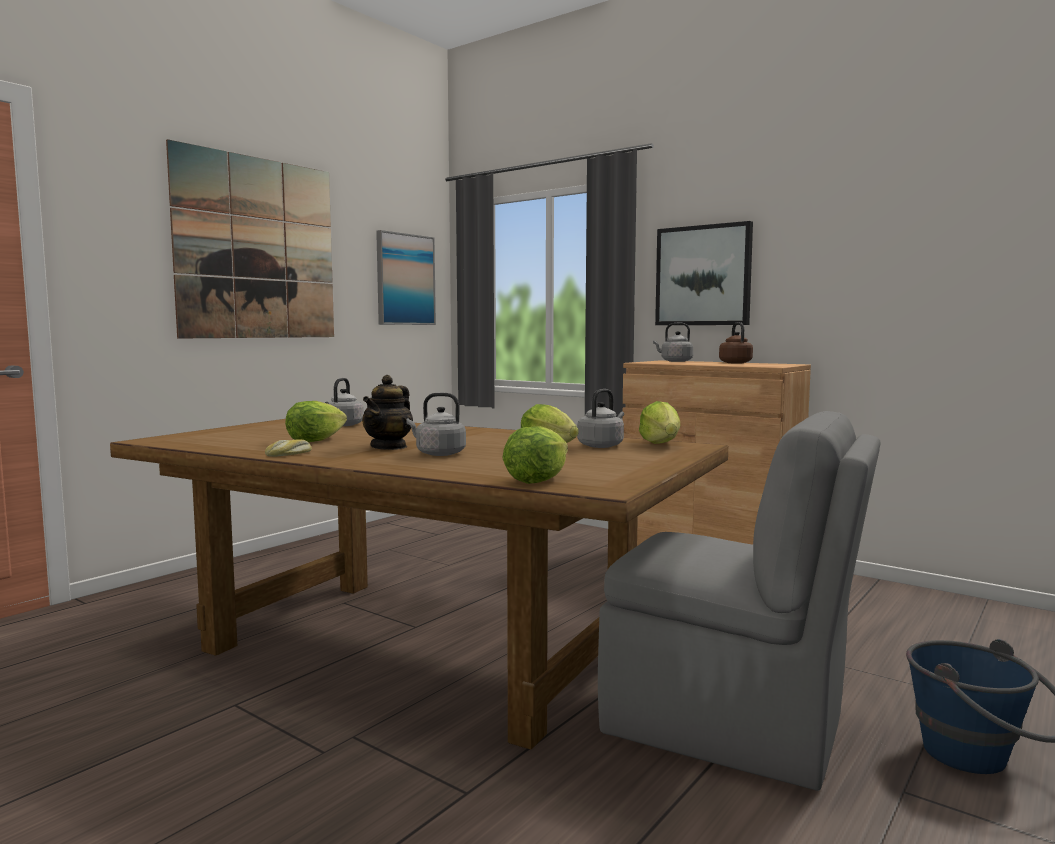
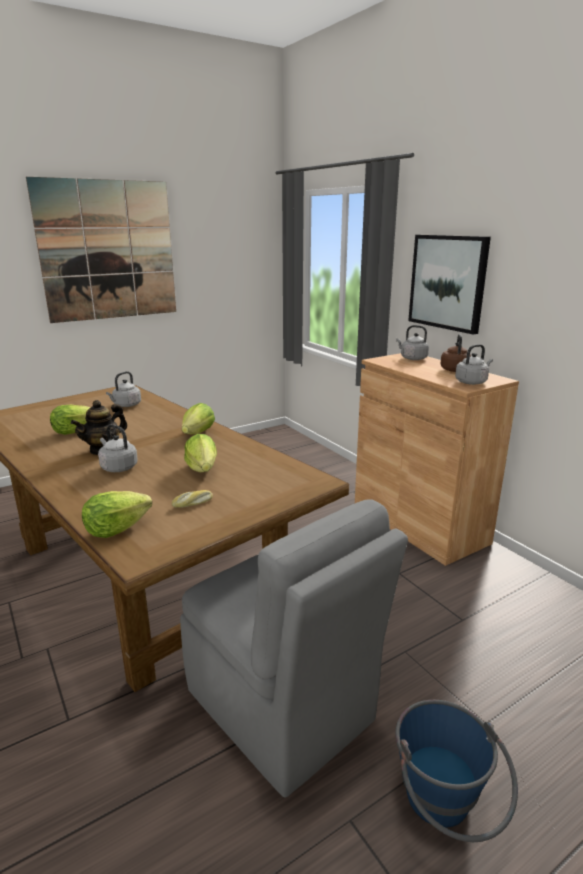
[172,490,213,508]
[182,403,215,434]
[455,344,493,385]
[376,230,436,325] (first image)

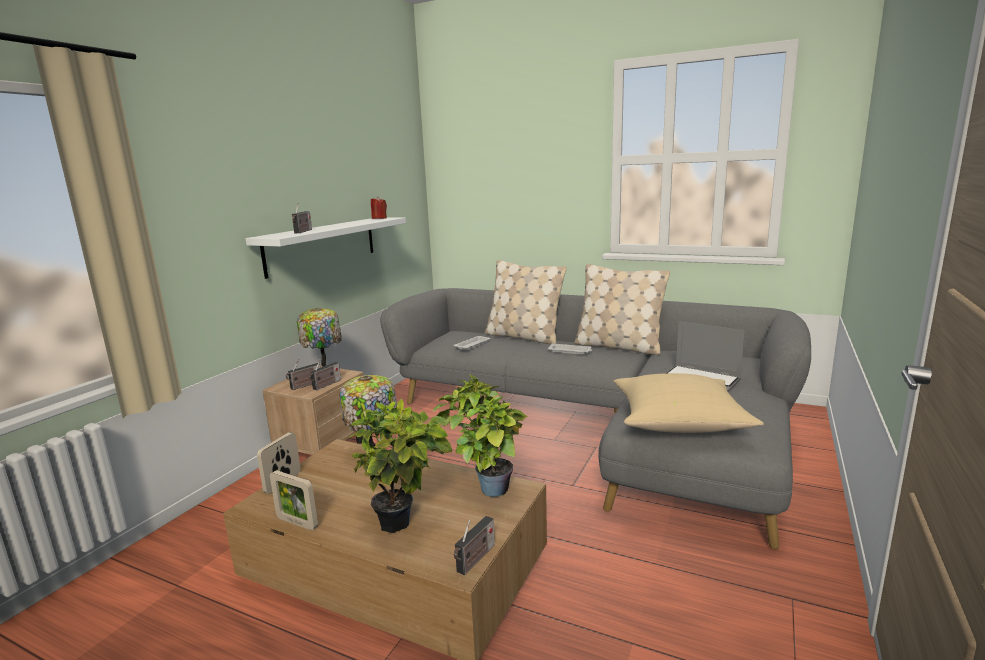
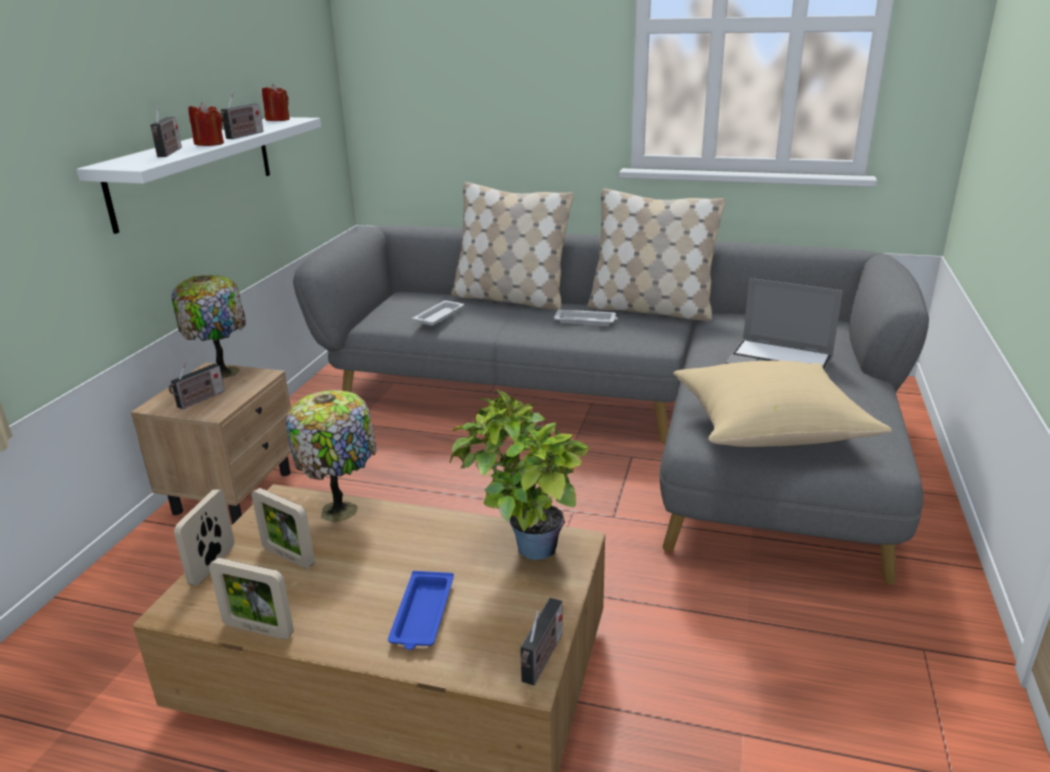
[188,102,224,146]
[220,91,264,139]
[251,488,315,569]
[388,571,454,650]

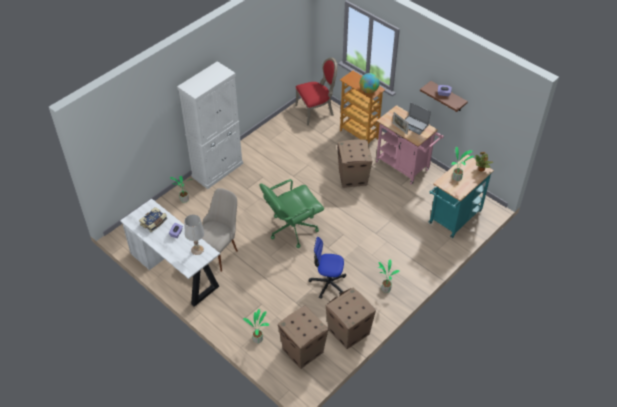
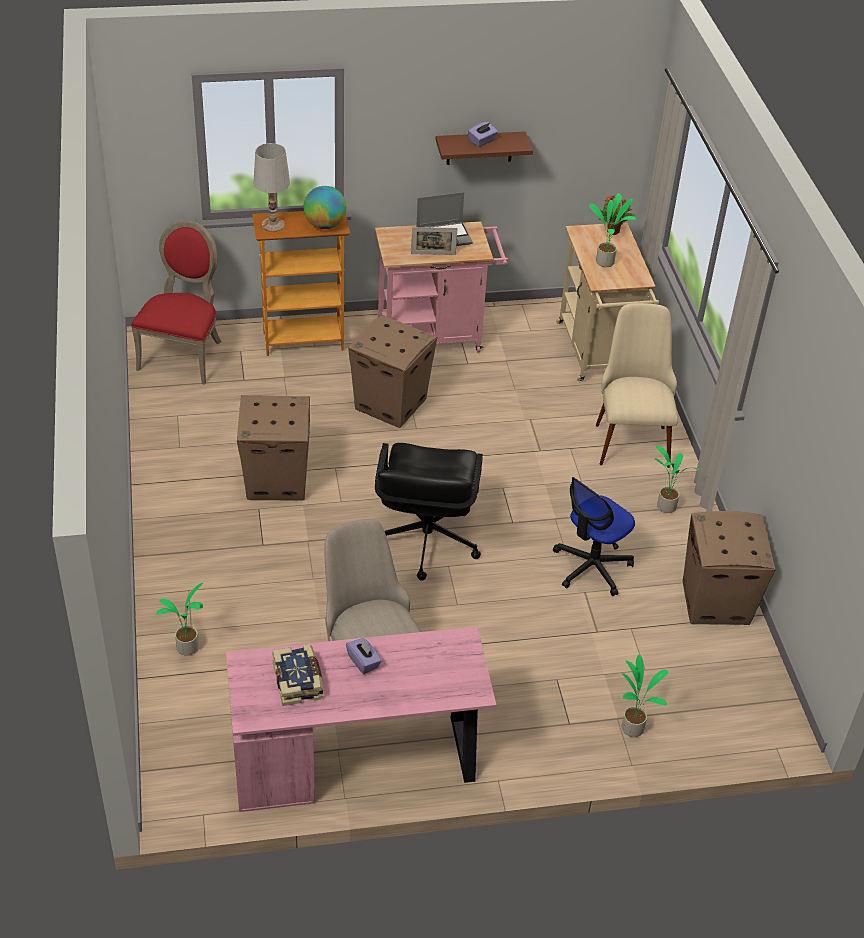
[226,626,496,812]
[237,395,310,501]
[253,143,290,232]
[375,443,483,580]
[556,222,659,382]
[596,303,678,468]
[177,61,243,189] (first image)

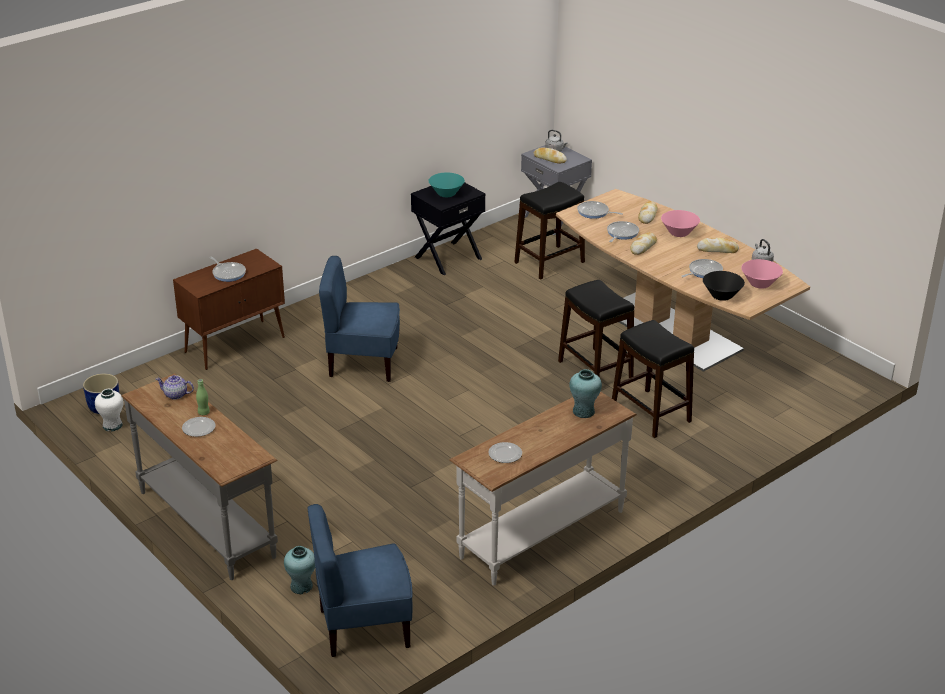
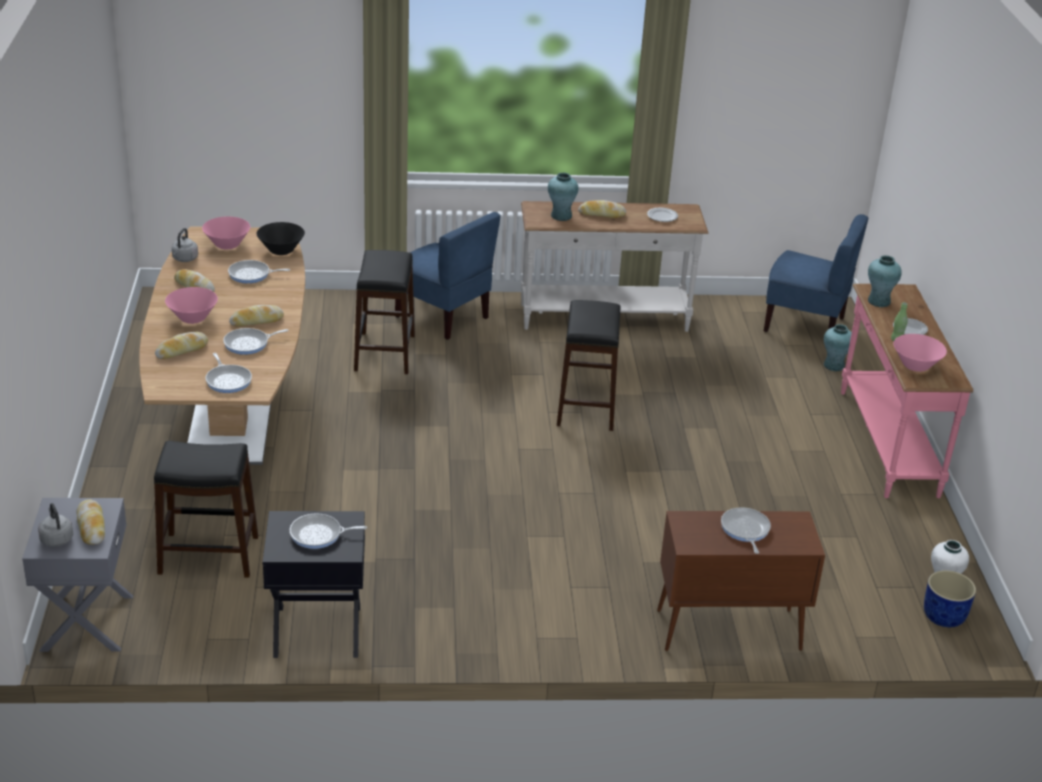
[290,513,367,549]
[395,212,501,340]
[557,300,621,431]
[578,200,626,218]
[841,284,973,498]
[868,255,902,307]
[893,334,947,372]

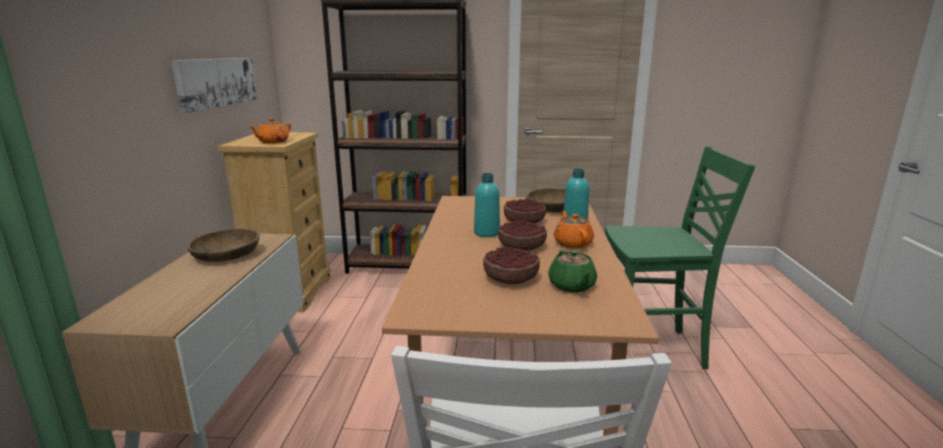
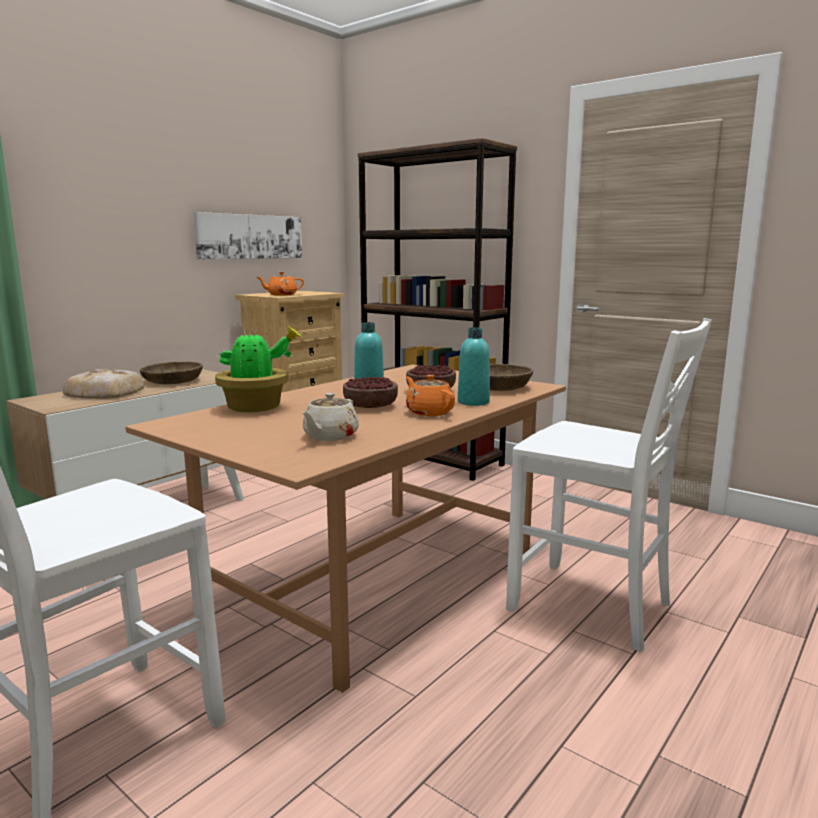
[63,369,145,399]
[215,326,301,412]
[303,393,359,441]
[406,375,455,416]
[506,318,711,652]
[483,246,540,284] (first image)

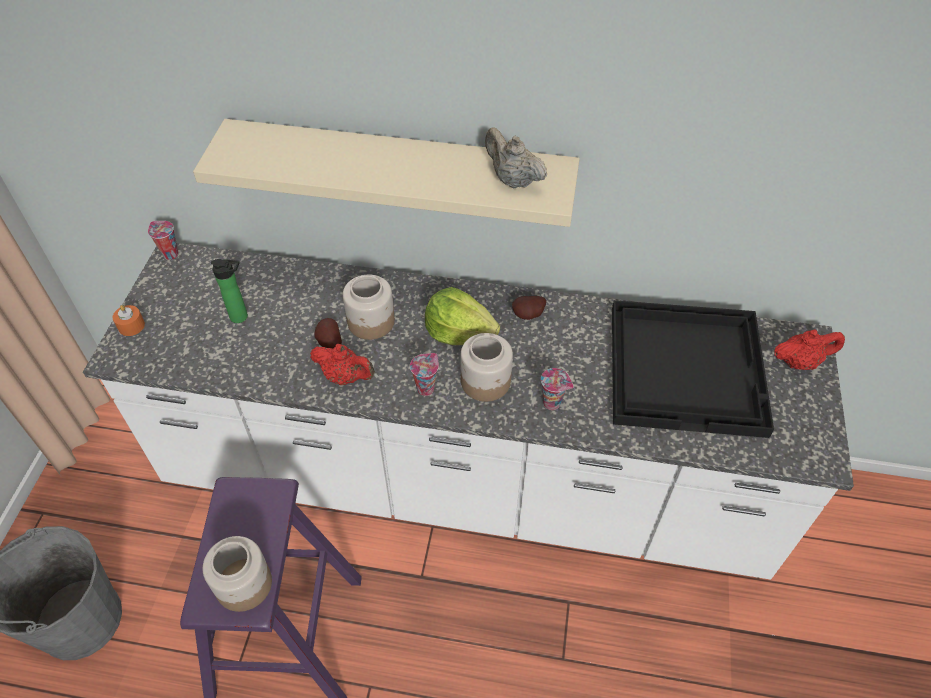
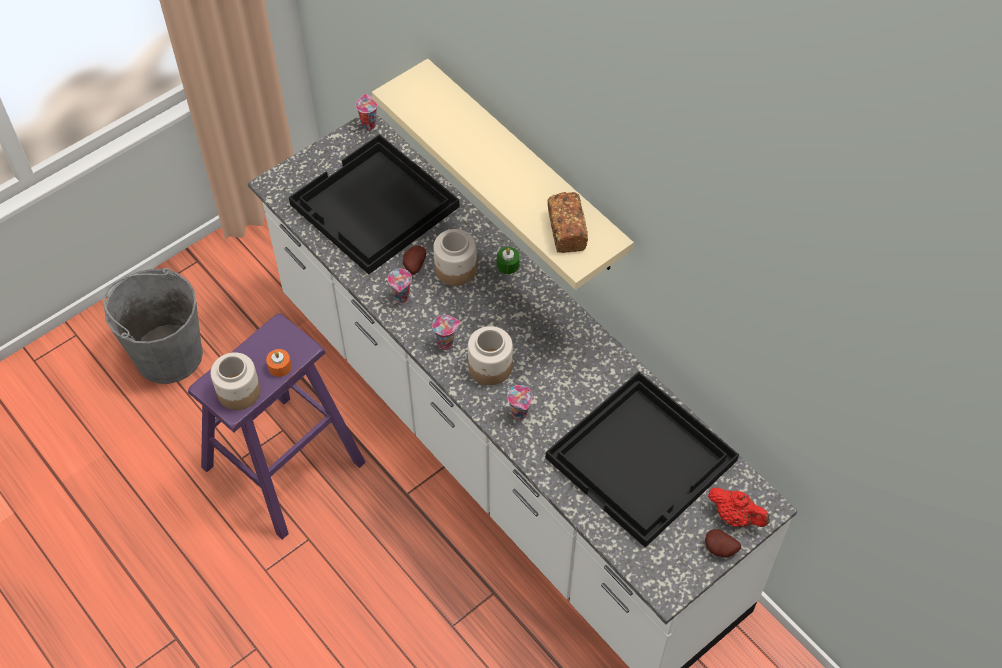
[266,349,292,377]
[289,134,460,274]
[388,269,412,303]
[497,247,520,274]
[547,192,588,253]
[705,529,741,558]
[425,287,500,345] (first image)

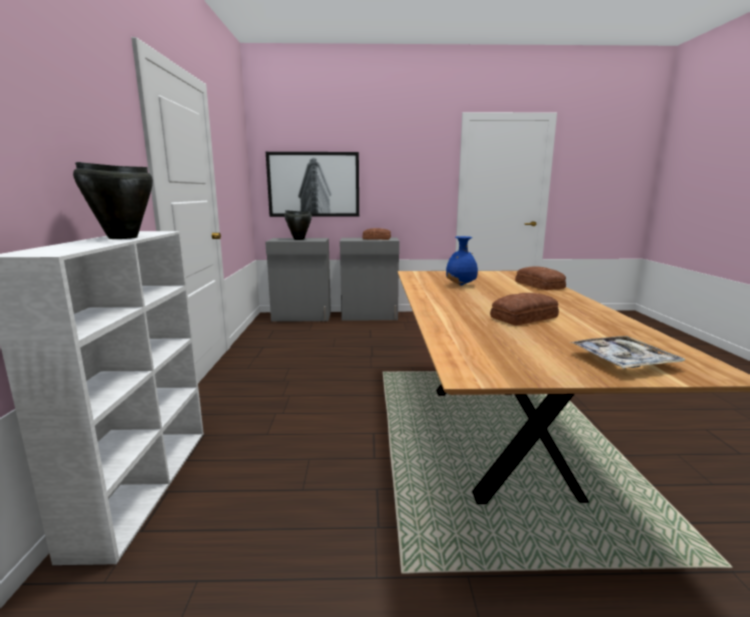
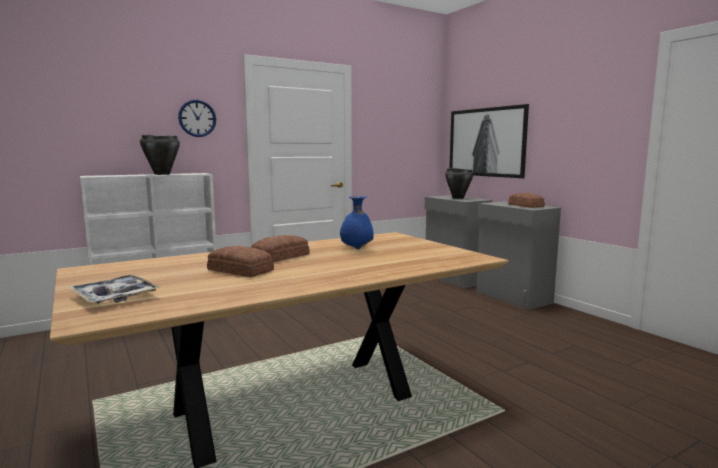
[178,99,216,137]
[251,235,310,263]

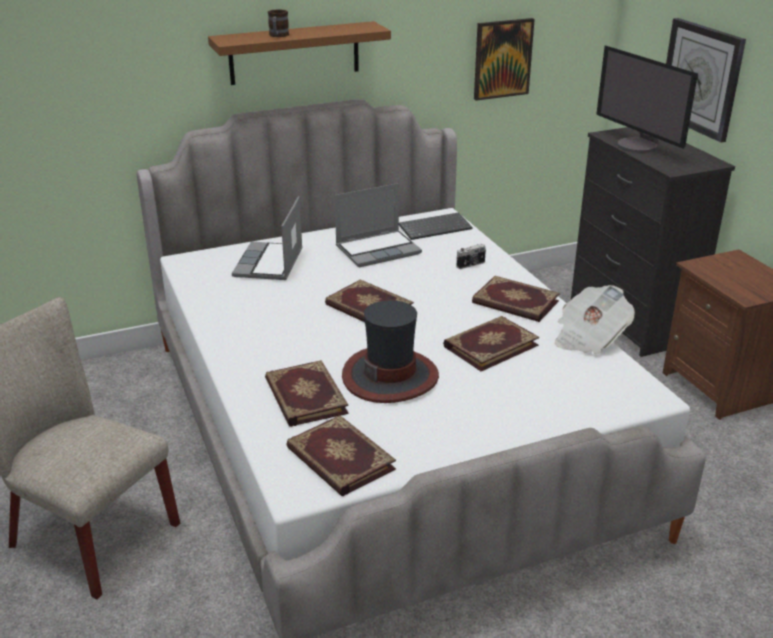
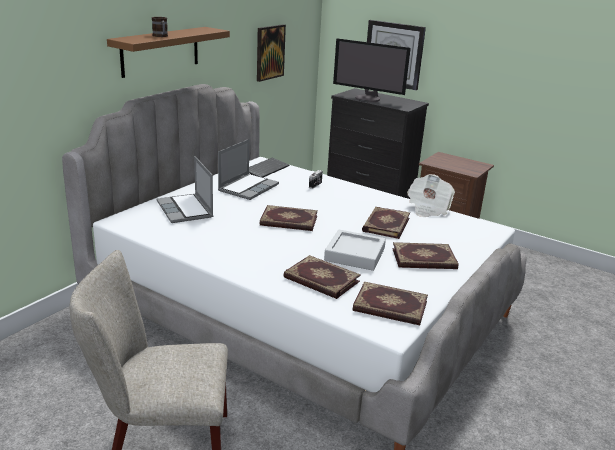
[324,230,386,271]
[392,242,458,269]

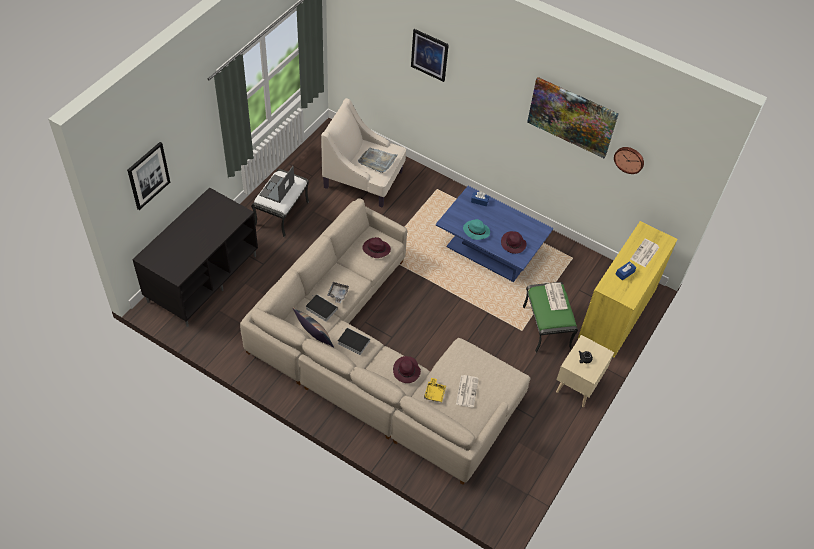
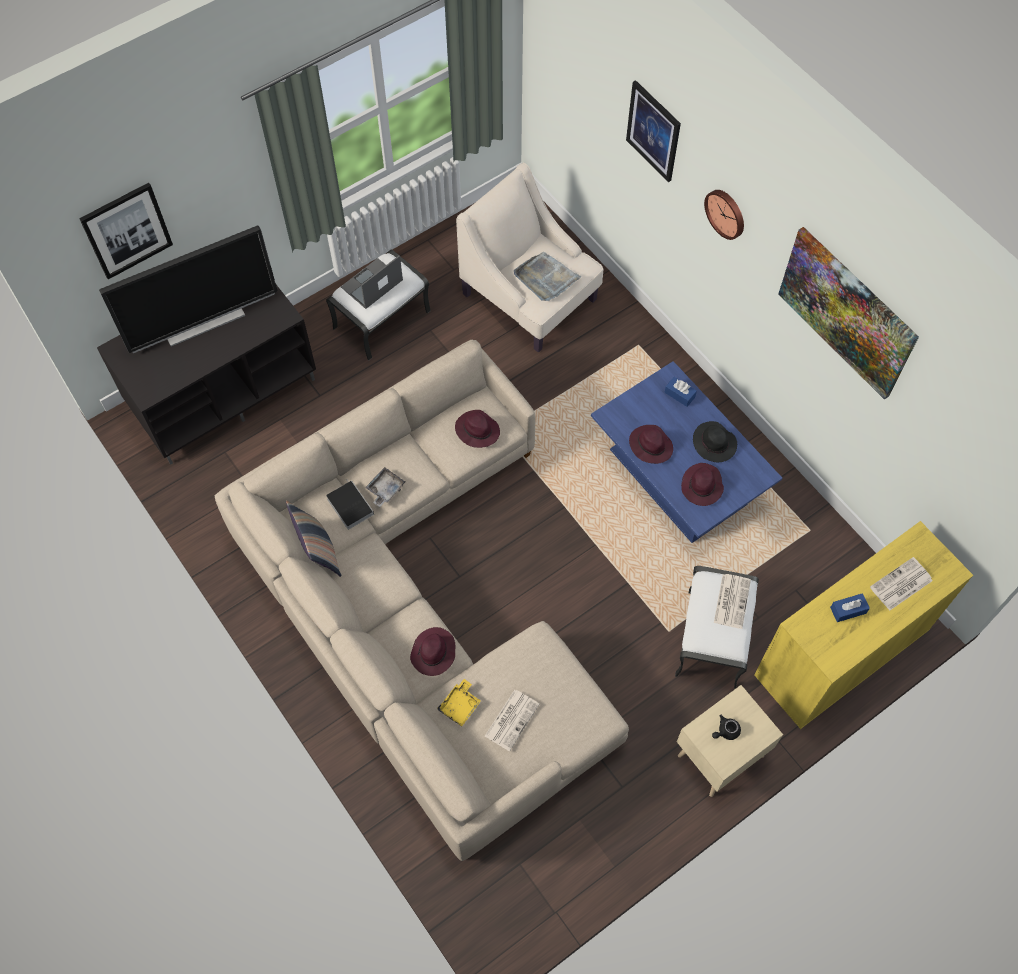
[99,226,277,353]
[629,425,673,464]
[675,566,759,689]
[693,421,737,462]
[704,190,744,240]
[338,327,370,355] (first image)

